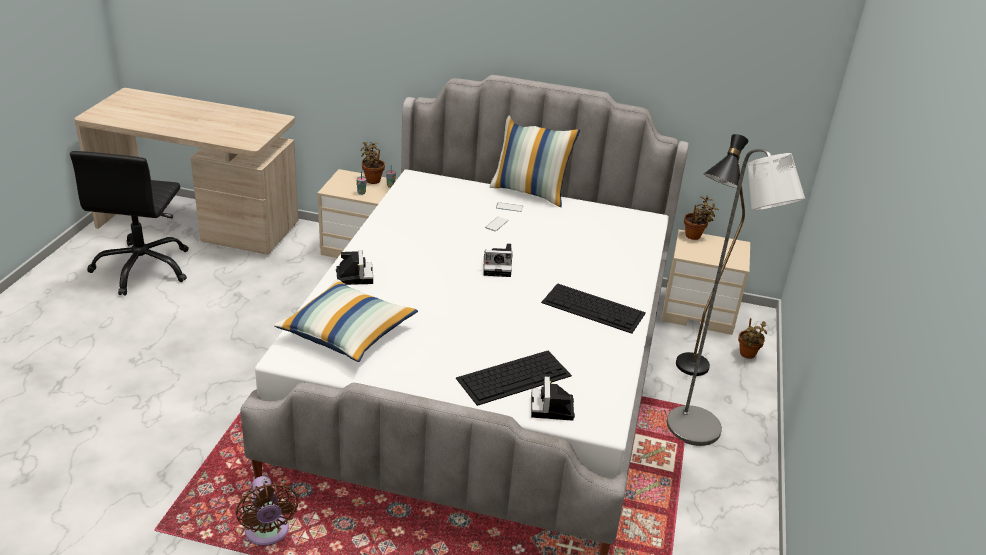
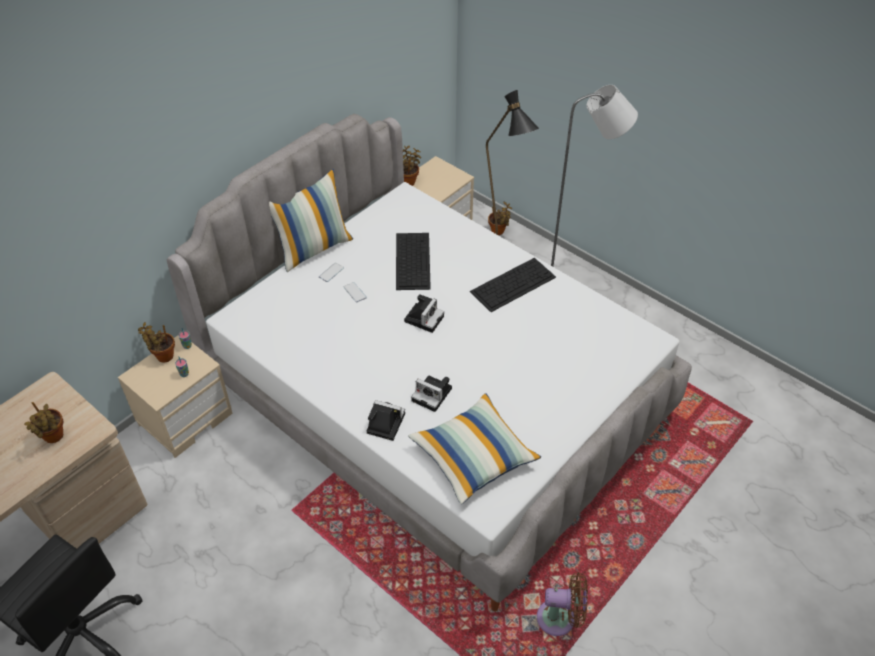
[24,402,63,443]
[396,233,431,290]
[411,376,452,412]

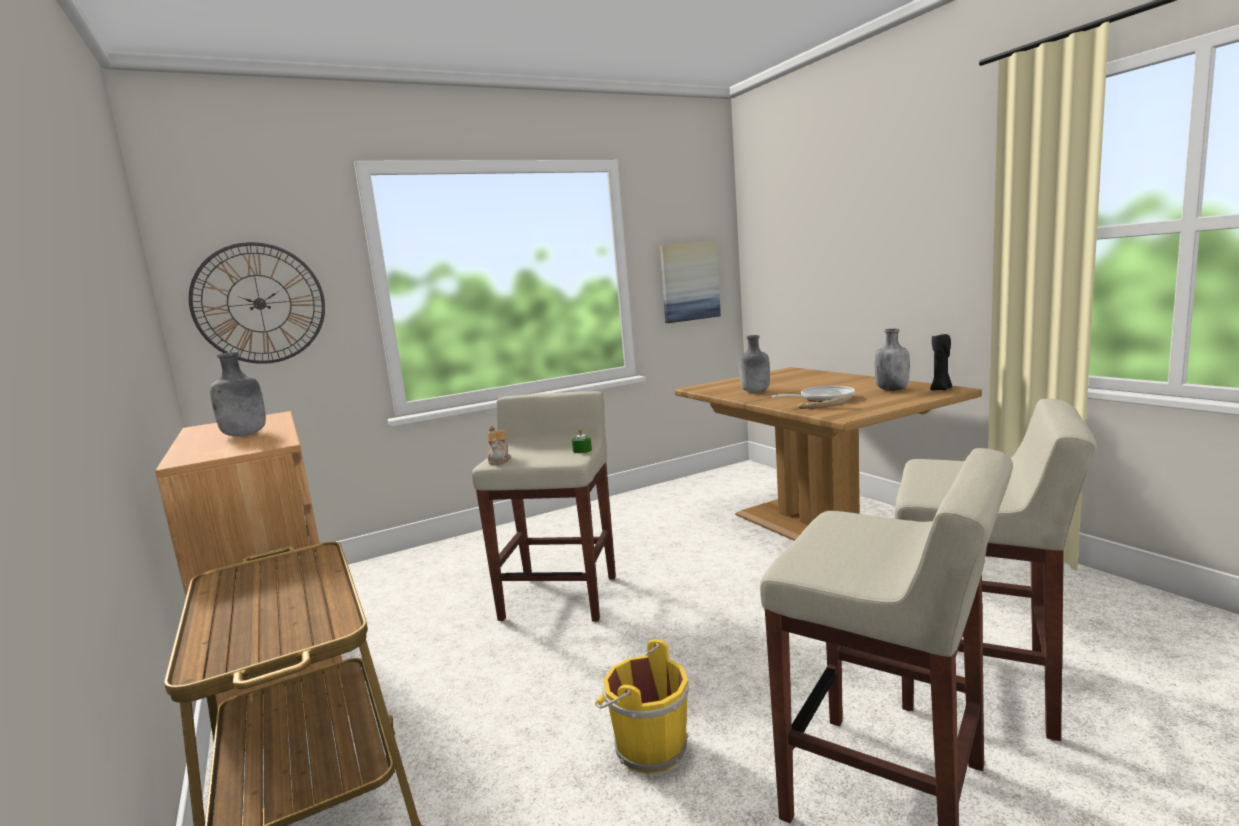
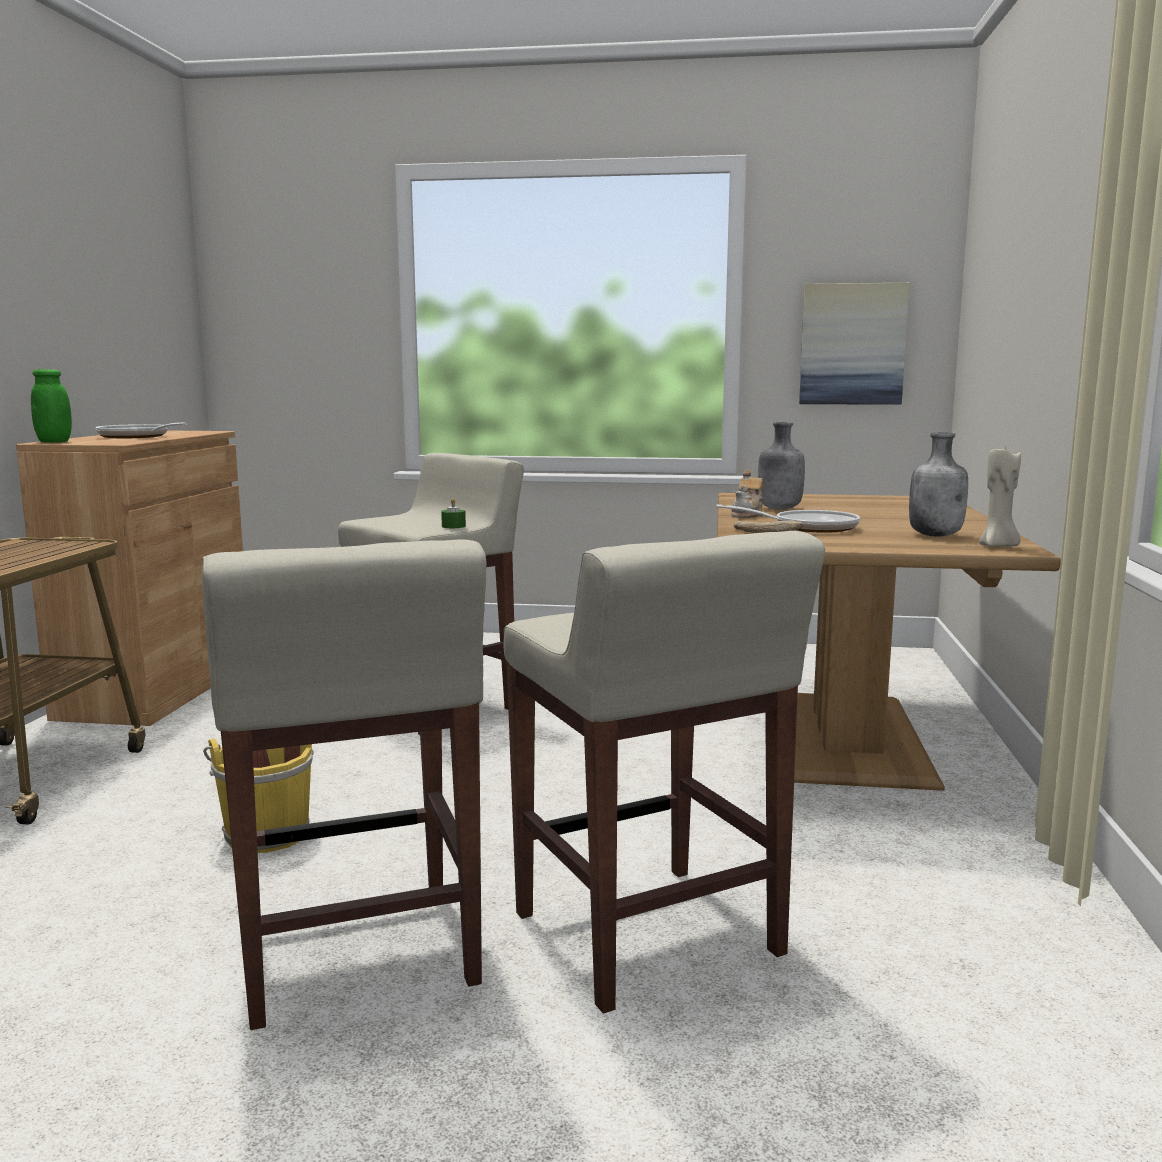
[31,369,72,443]
[95,422,187,438]
[731,470,764,518]
[979,446,1021,547]
[189,242,325,364] (first image)

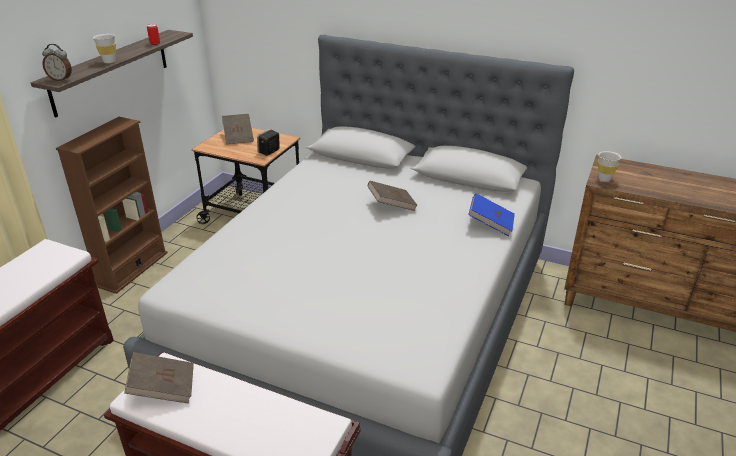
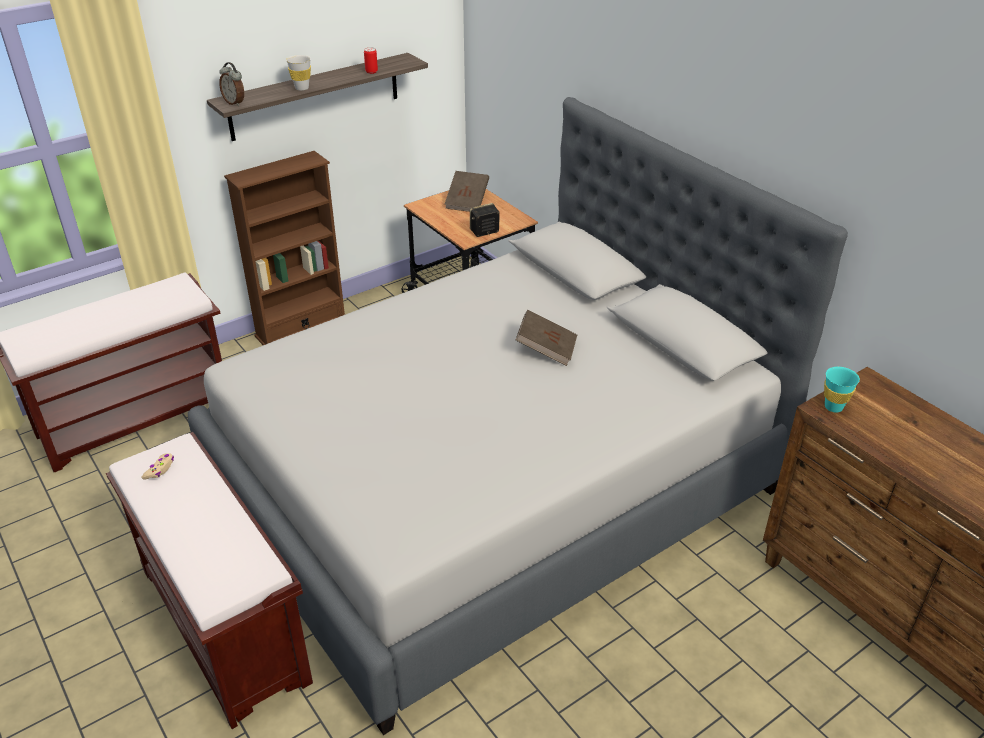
[141,453,174,479]
[824,367,860,413]
[468,193,515,236] (first image)

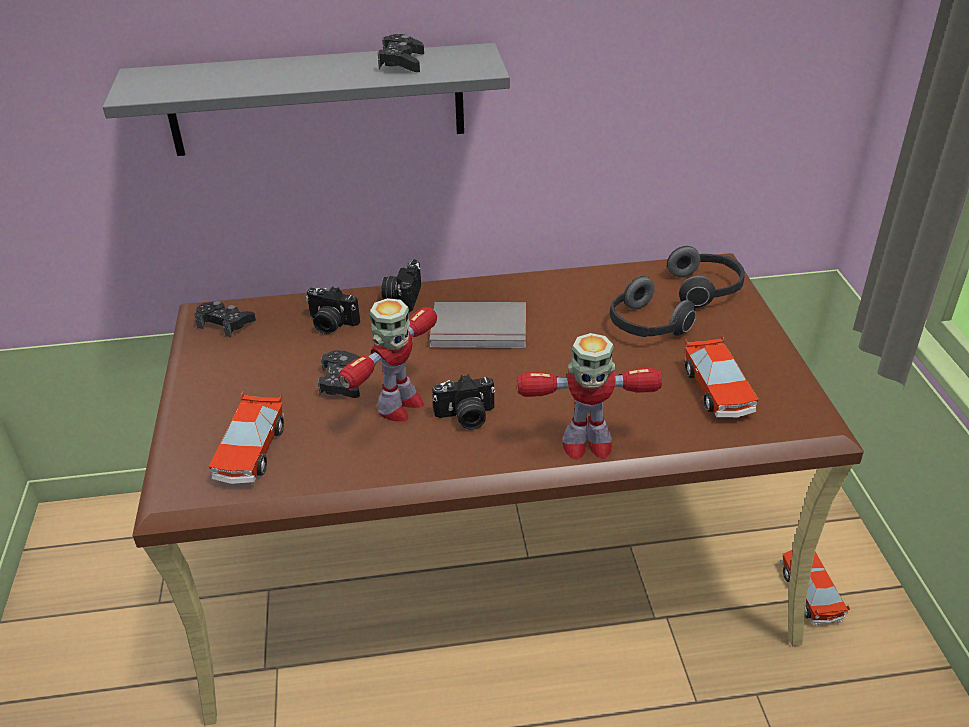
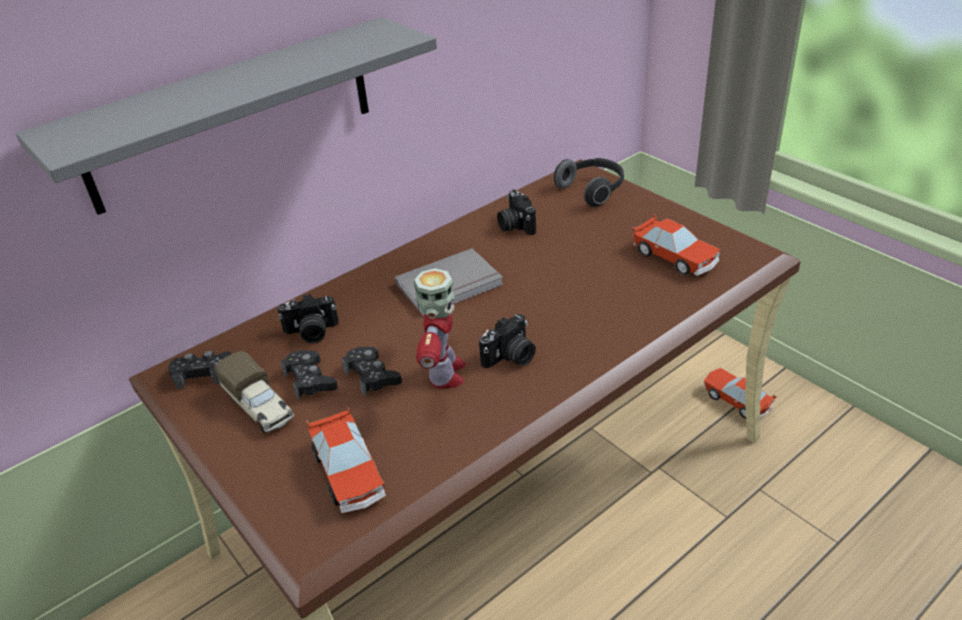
[214,351,294,433]
[280,350,338,400]
[497,190,536,235]
[517,333,662,460] (first image)
[610,276,696,337] (first image)

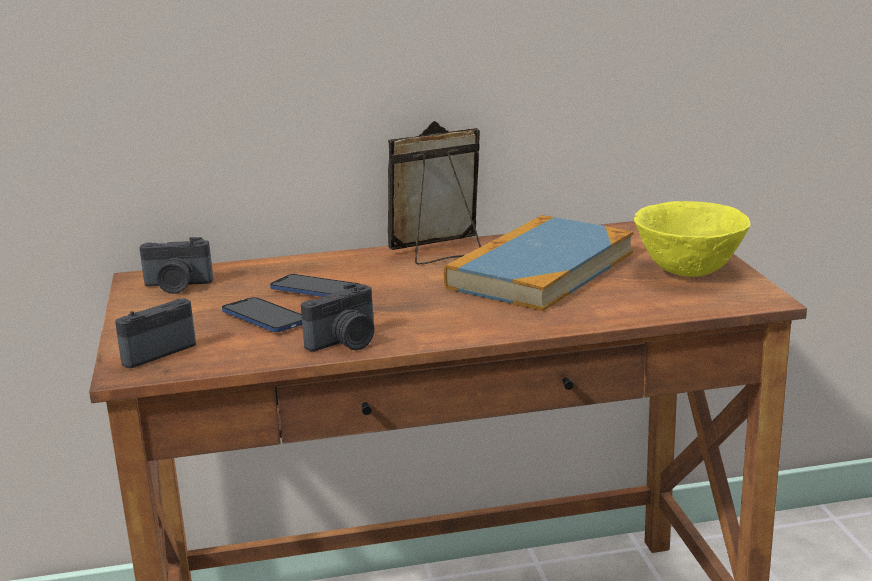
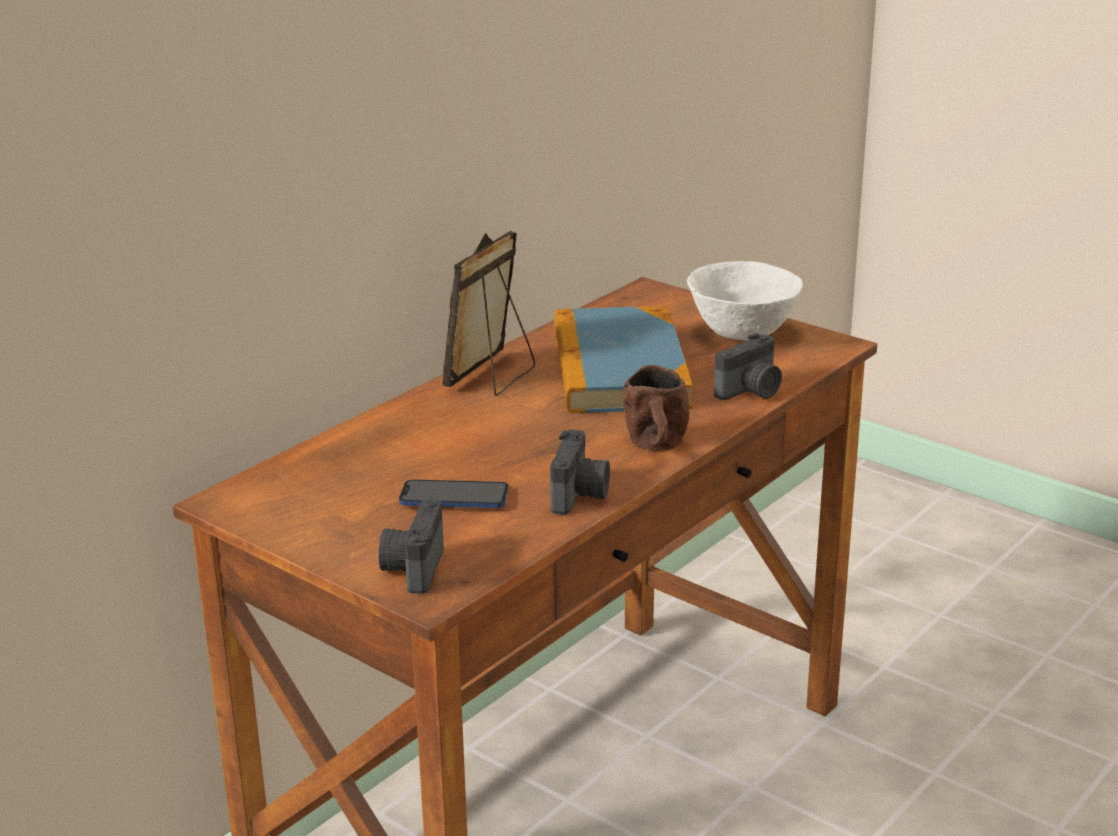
[623,365,689,451]
[687,261,803,340]
[714,333,782,400]
[270,274,360,297] (first image)

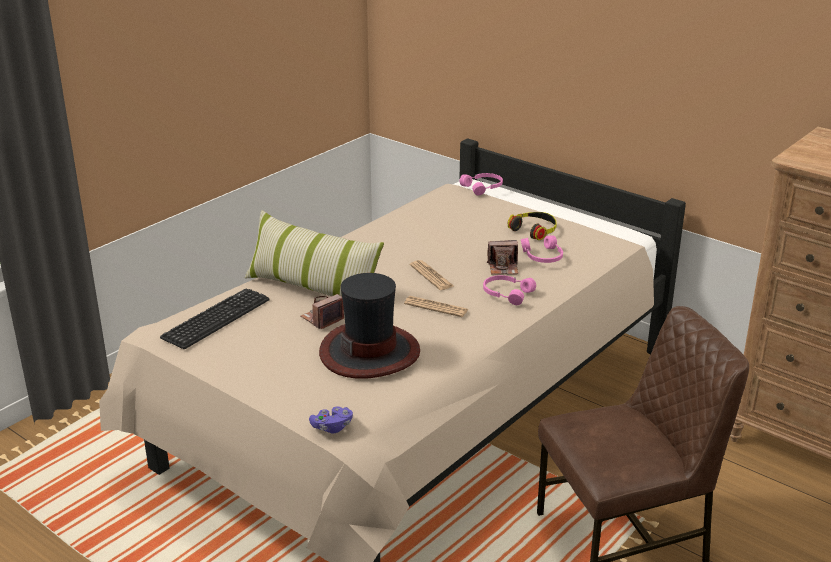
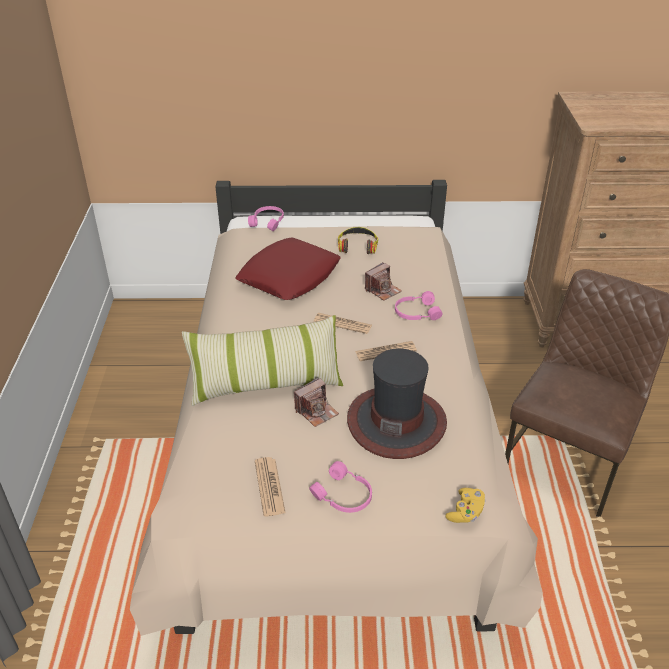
[236,237,341,300]
[255,457,286,516]
[294,378,339,427]
[309,461,372,513]
[445,488,486,523]
[160,289,270,349] (first image)

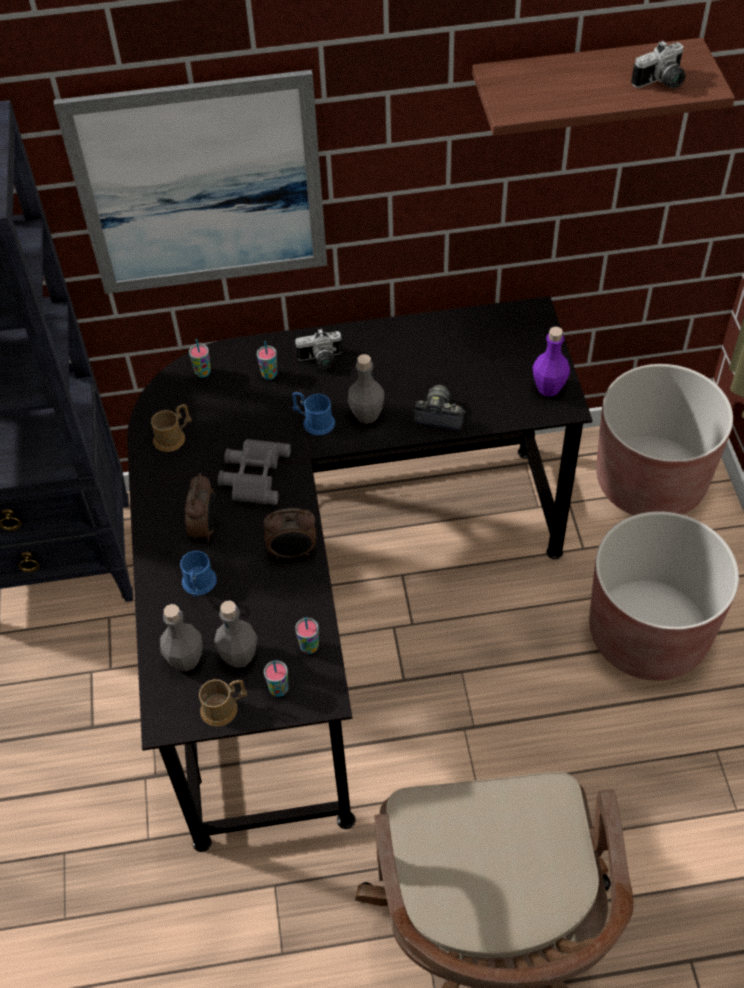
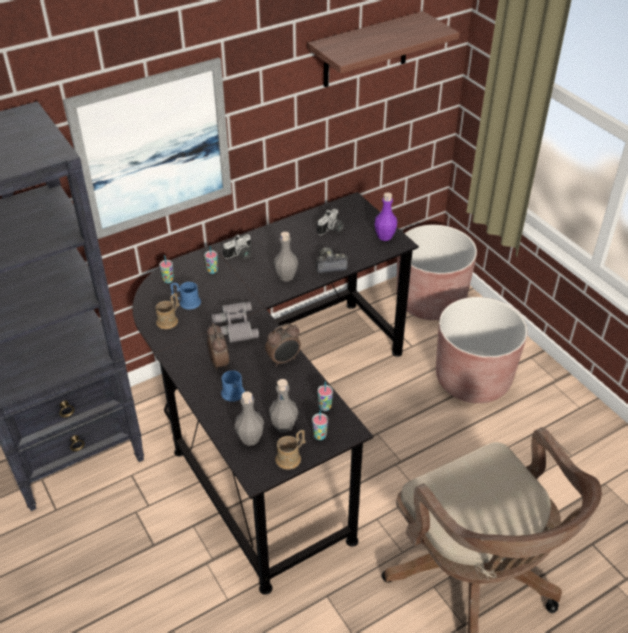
[171,282,201,310]
[317,209,344,235]

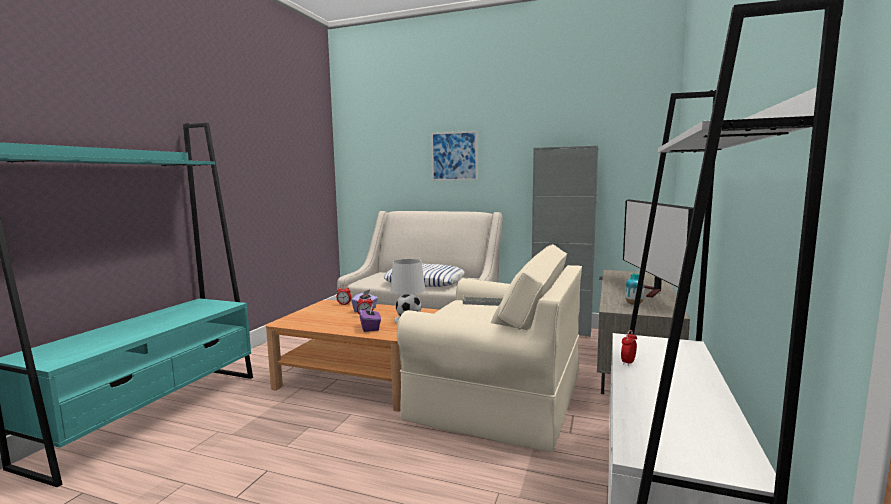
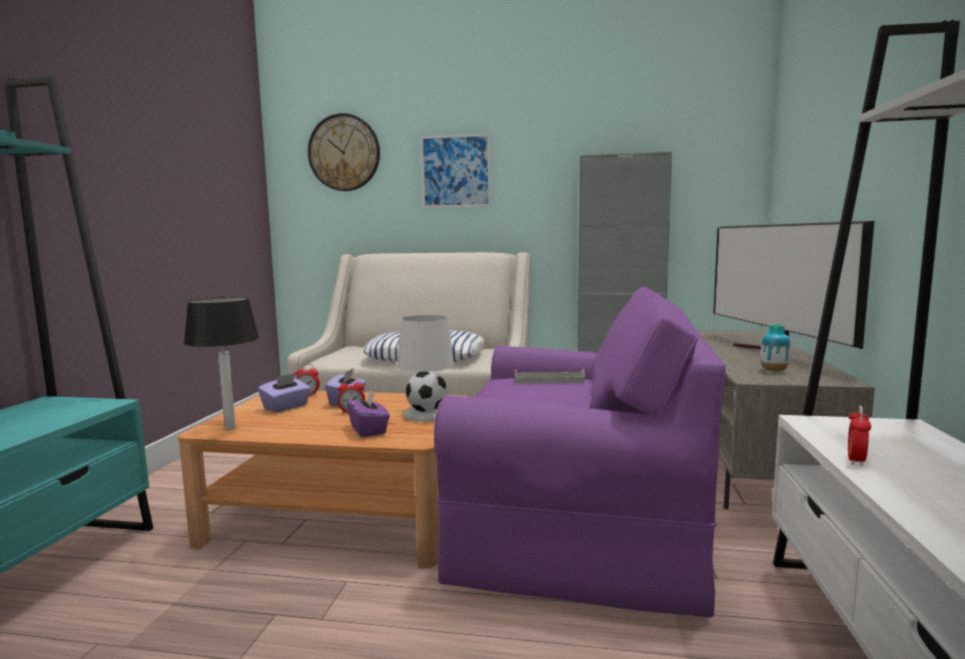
[184,297,259,430]
[258,373,311,413]
[308,113,380,191]
[434,287,726,618]

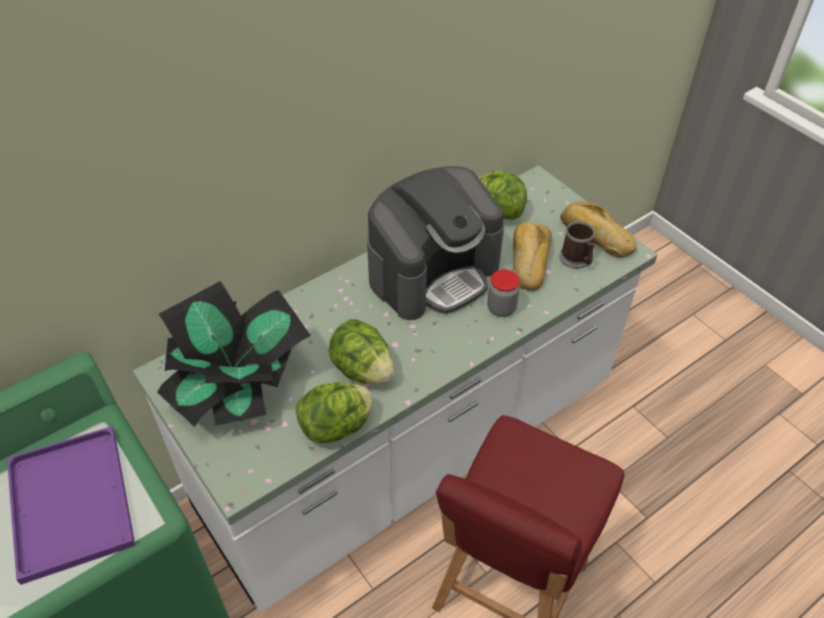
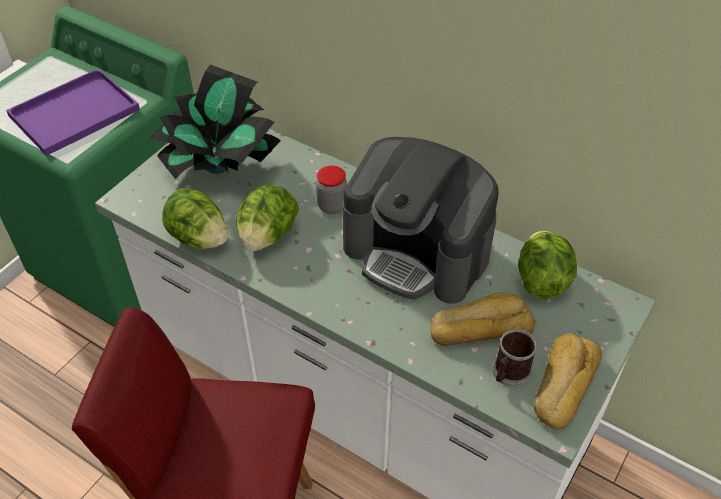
[316,166,347,214]

